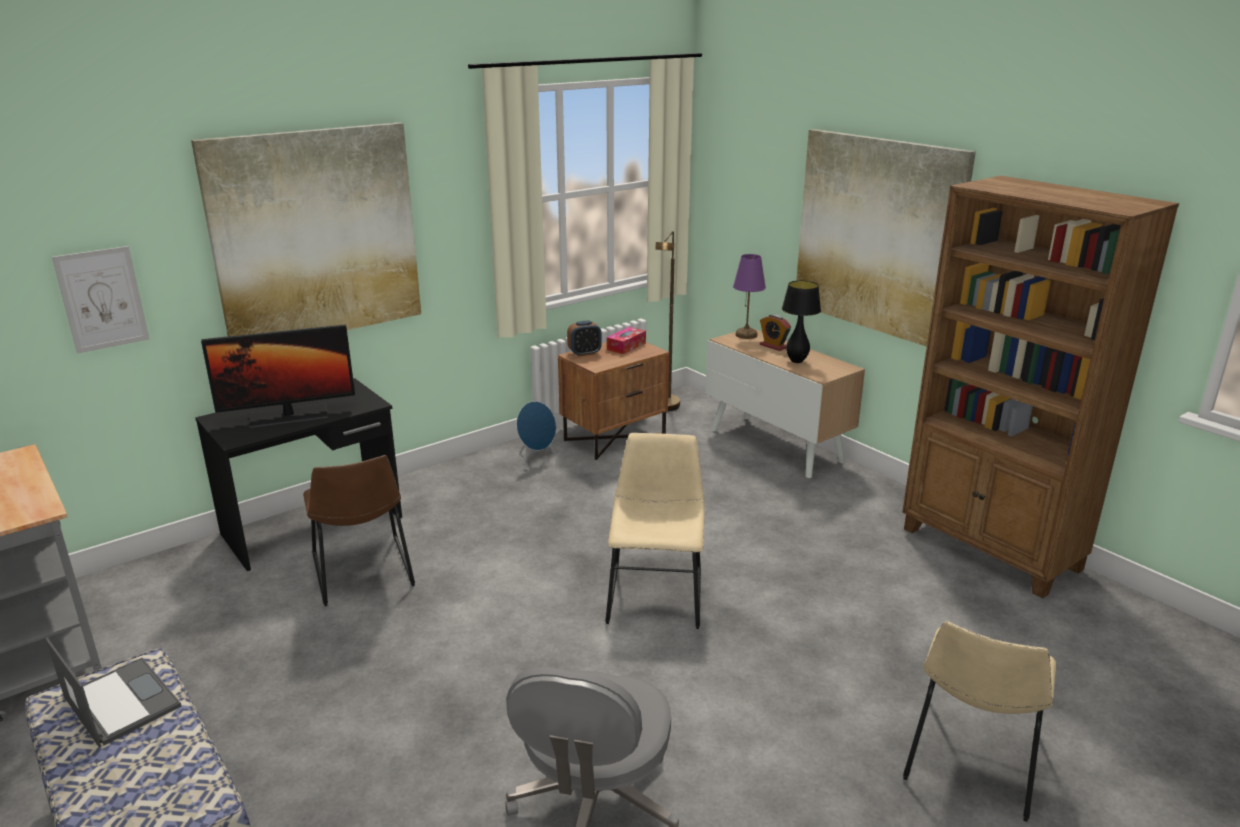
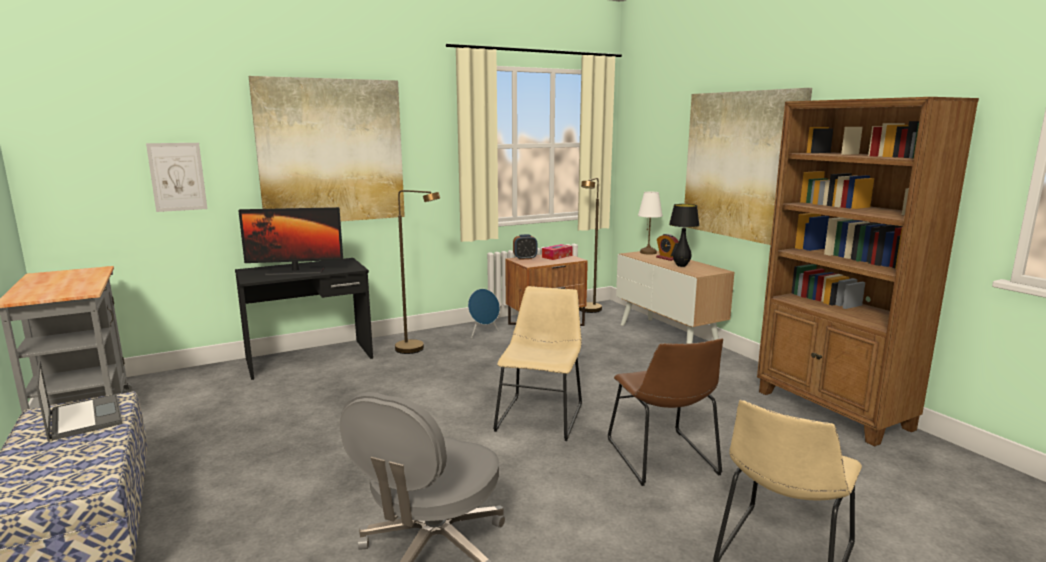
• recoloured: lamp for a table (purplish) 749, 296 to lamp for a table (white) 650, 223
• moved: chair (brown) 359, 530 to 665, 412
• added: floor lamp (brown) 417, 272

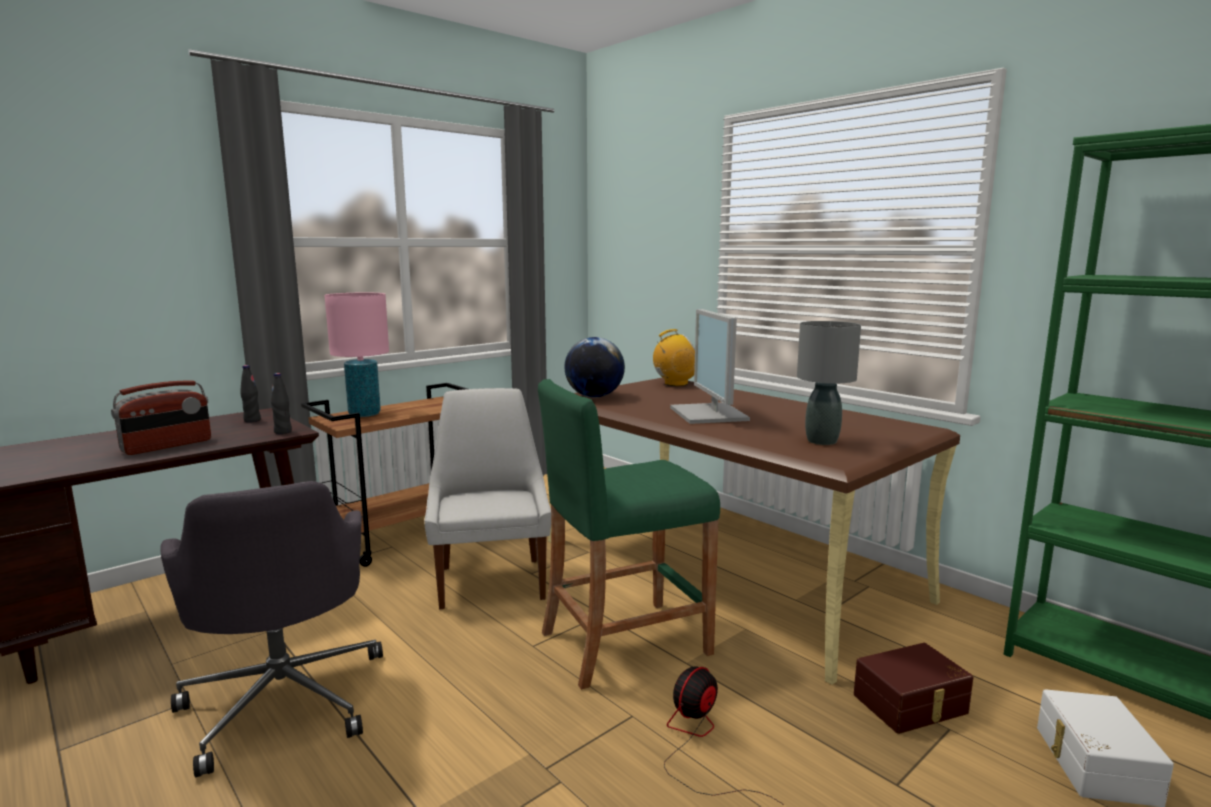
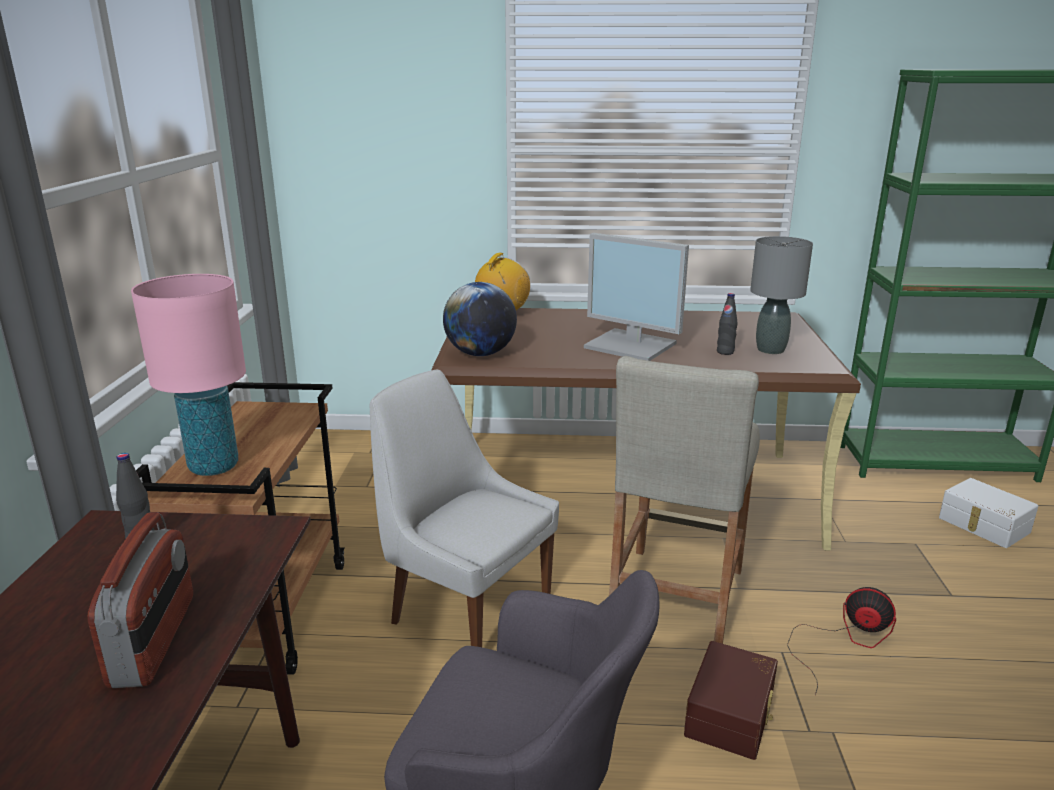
• moved: drink bottle (blackish) 281, 403 to 727, 324
• recoloured: sitting stool (greenish) 629, 534 to sitting stool (beige-coloured) 684, 500
• moved: storage container (brown) 913, 688 to 731, 700
• turned: electric fan 724, 735 = 841, 641 120 degrees clockwise

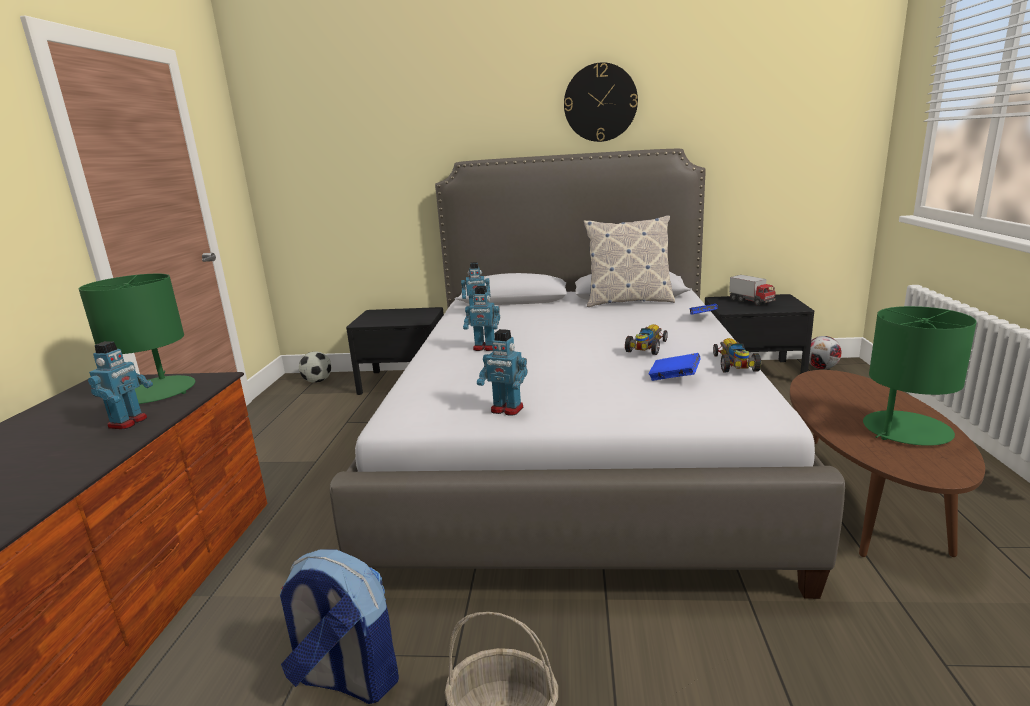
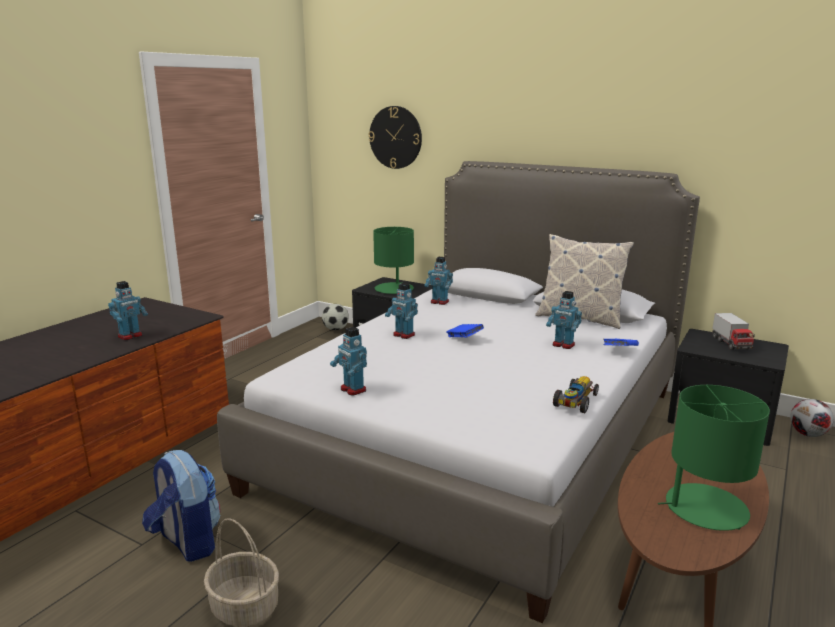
• moved: wall clock 601, 102 to 395, 137
• moved: lamp for a table (greenish) 137, 339 to 393, 260
• removed: toy car 646, 339
• moved: volume (blue-coloured) 675, 367 to 465, 331
• added: robot figure 564, 320

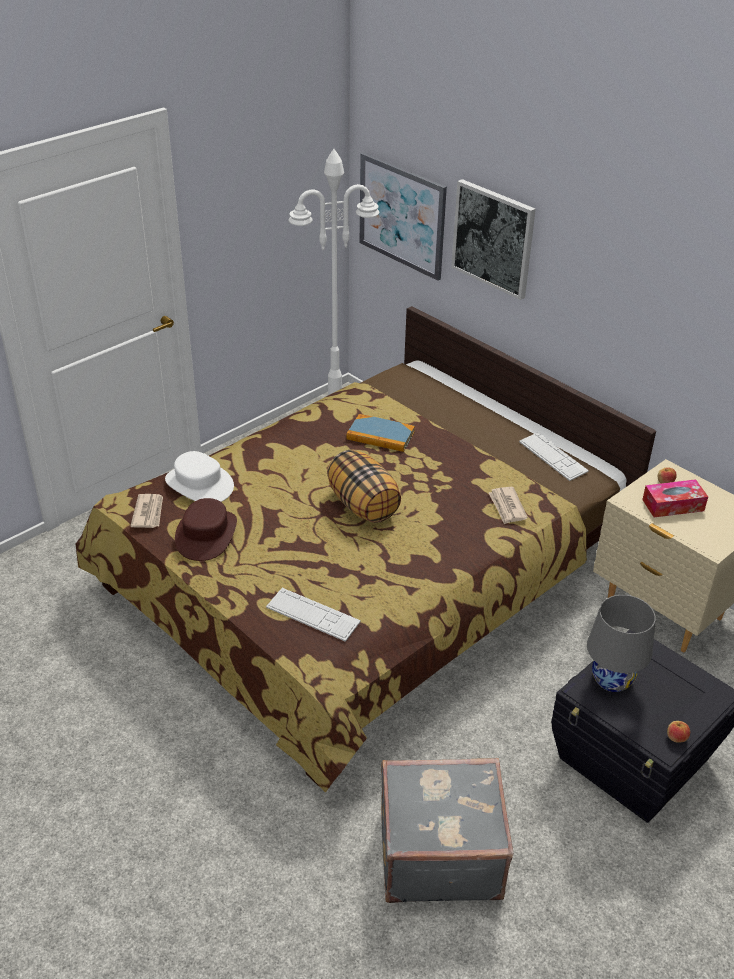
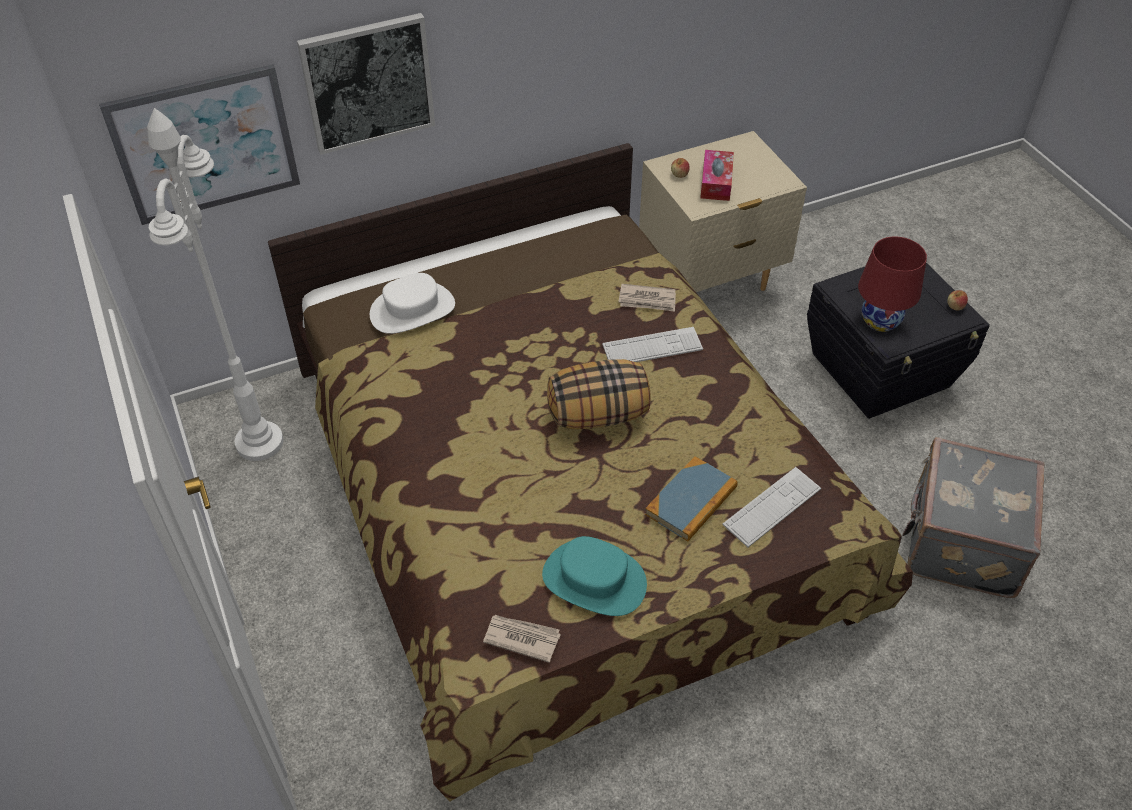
• moved: volume 381, 433 to 691, 499
• moved: keyboard 554, 456 to 652, 344
• moved: wearable hat (white) 199, 476 to 412, 303
• recoloured: wearable hat (brown) 206, 529 to wearable hat (blue-green) 594, 576
• recoloured: lamp for a table (greyish) 621, 643 to lamp for a table (red) 892, 284

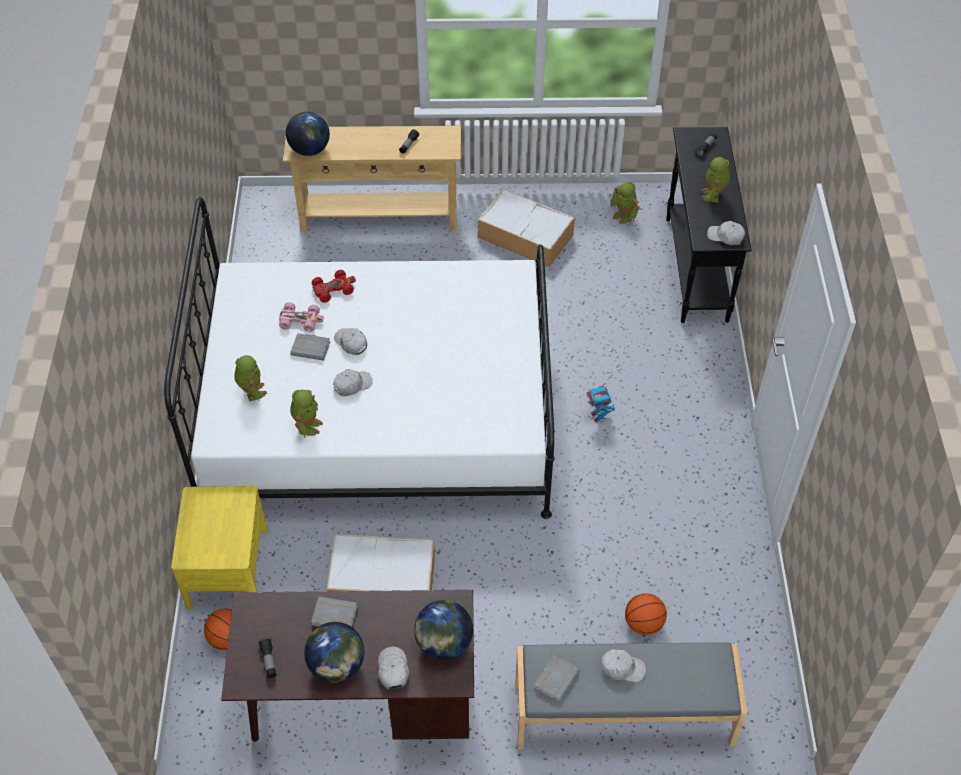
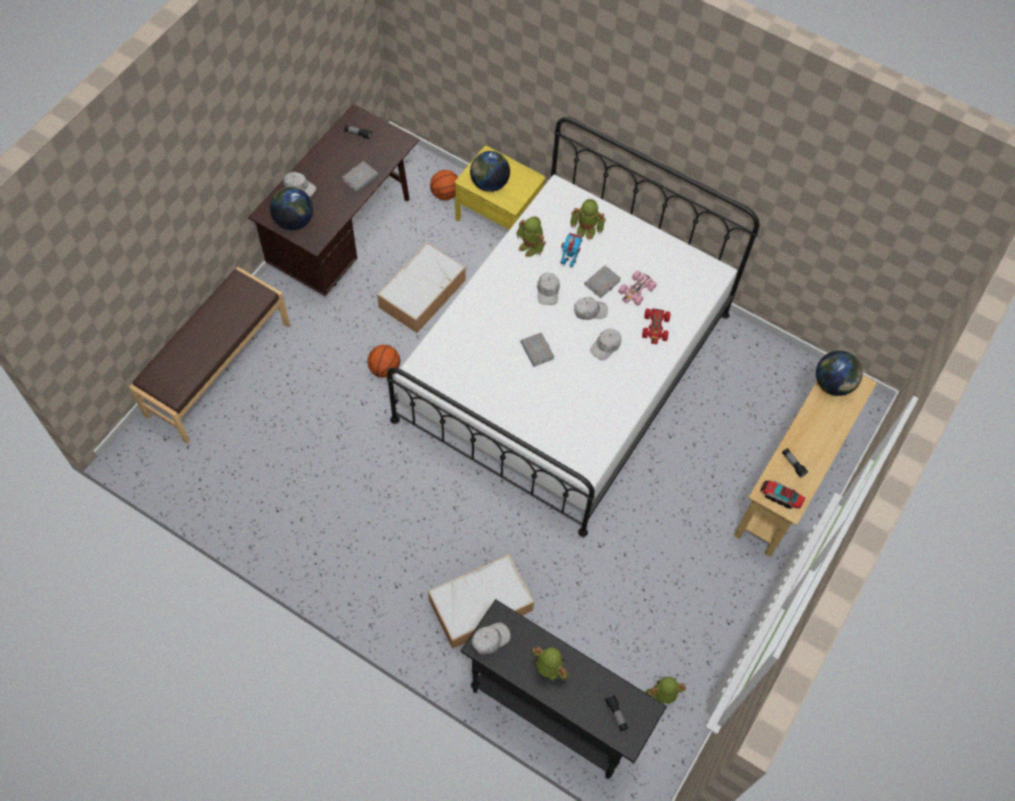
• moved: storage container 526, 228 to 481, 601
• moved: robot figure 600, 401 to 571, 251
• moved: ball for basketball 646, 614 to 383, 361
• moved: globe 334, 652 to 490, 171
• recoloured: long seat (greyish) 631, 696 to long seat (brown) 209, 355
• moved: peaked cap (white) 624, 665 to 605, 345
• moved: volume (greyish) 557, 679 to 537, 349
• added: toy truck 783, 495

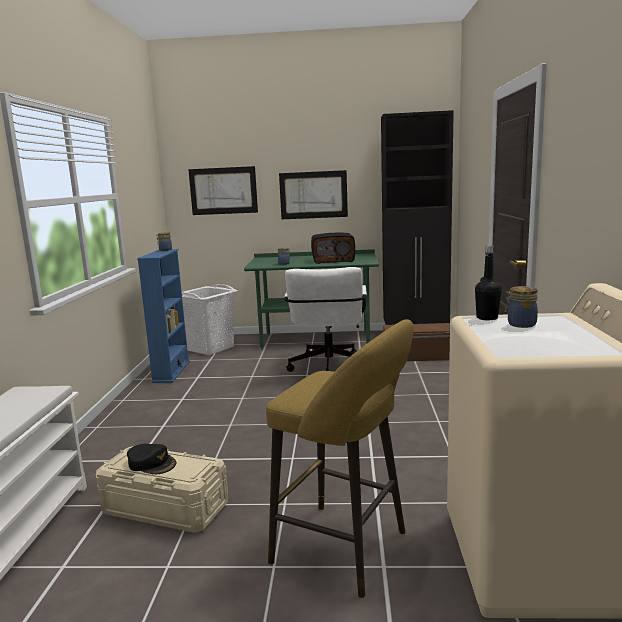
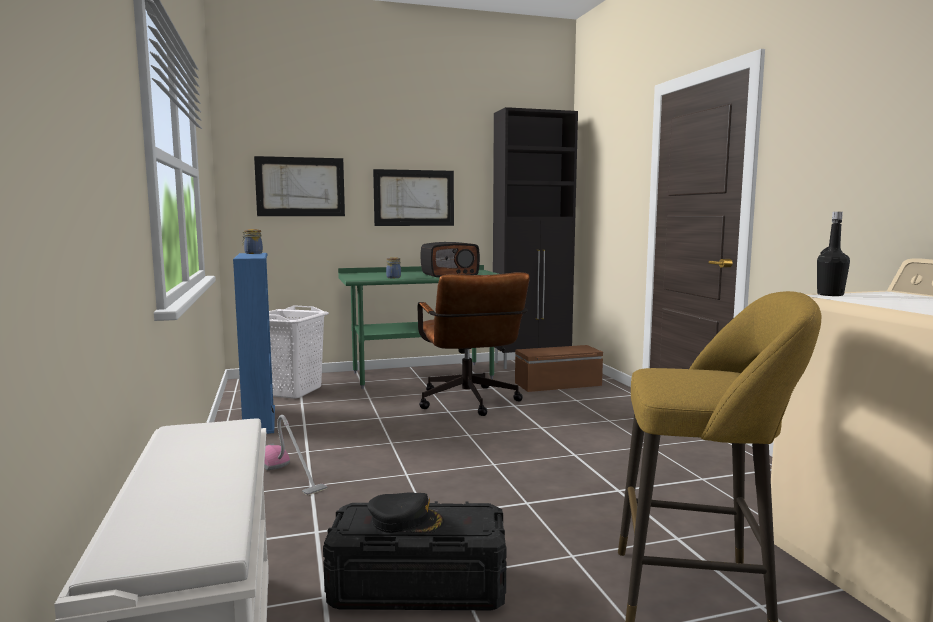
• recoloured: office chair (white) 325, 319 to office chair (brown) 474, 344
• removed: storage jar 521, 307
• recoloured: storage container (beige-coloured) 162, 489 to storage container (blackish) 415, 555
• added: vacuum cleaner 295, 455

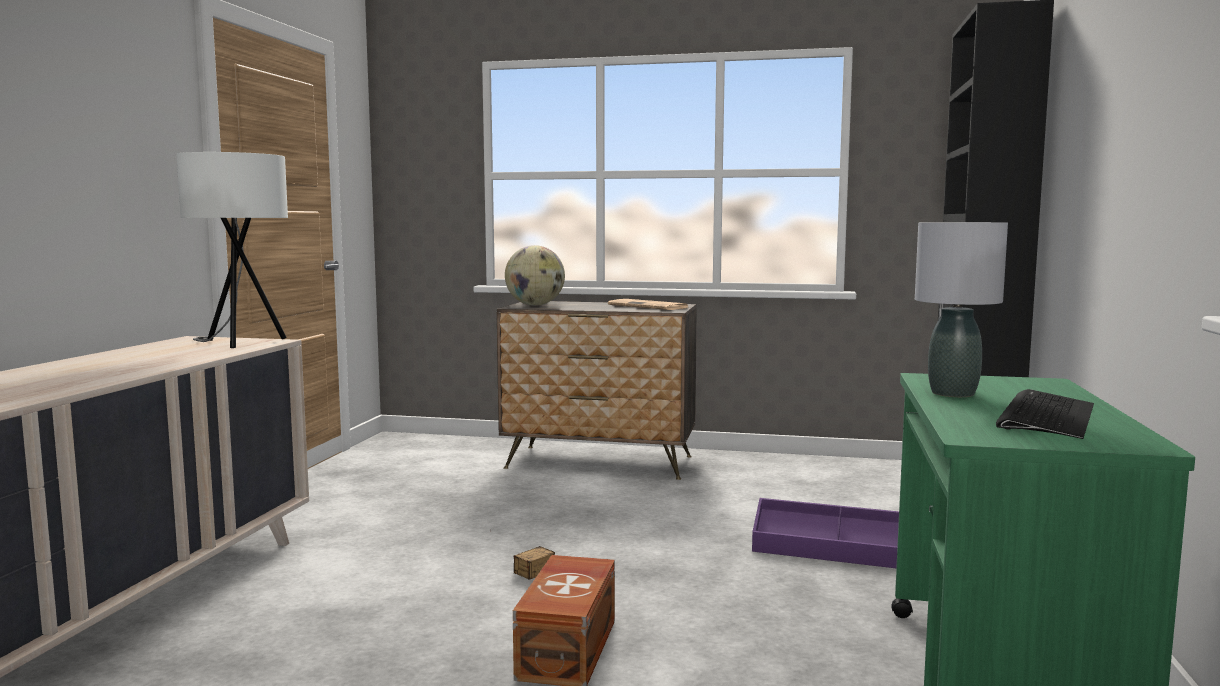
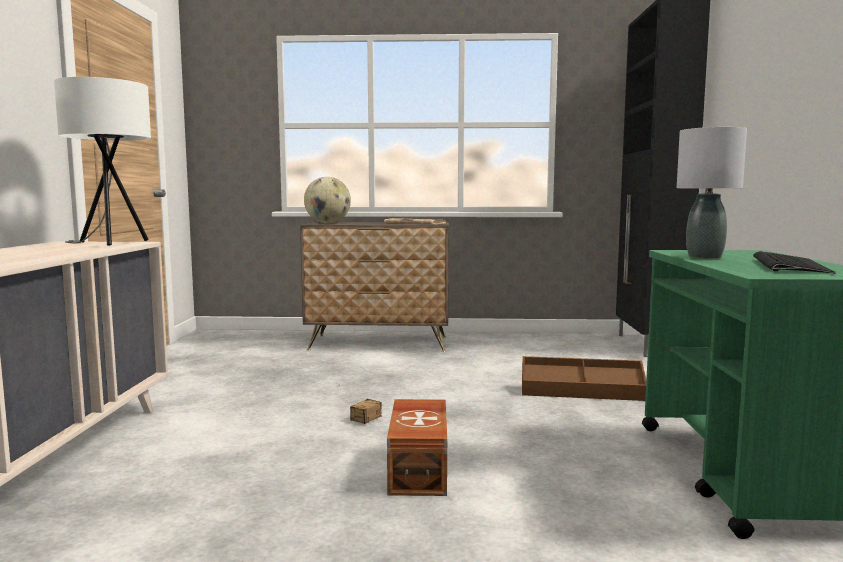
• recoloured: storage container (purplish) 825, 533 to storage container (brown) 584, 378

